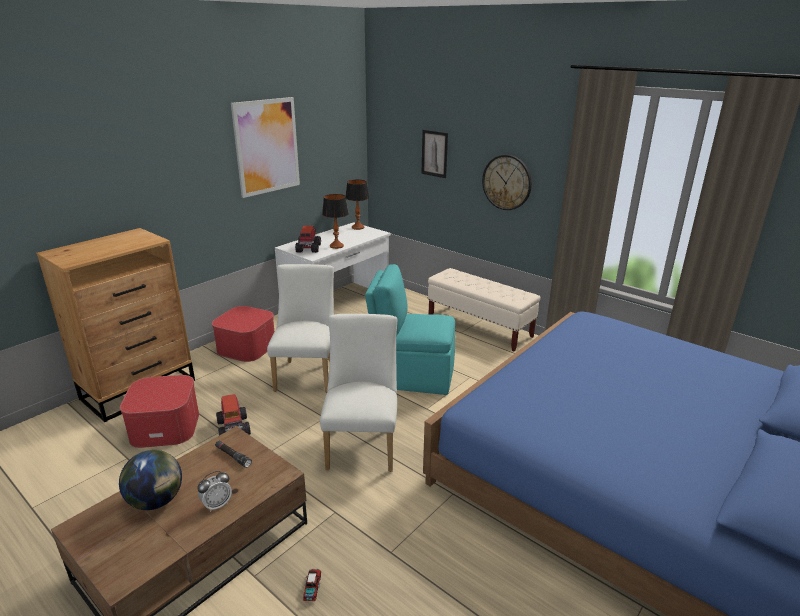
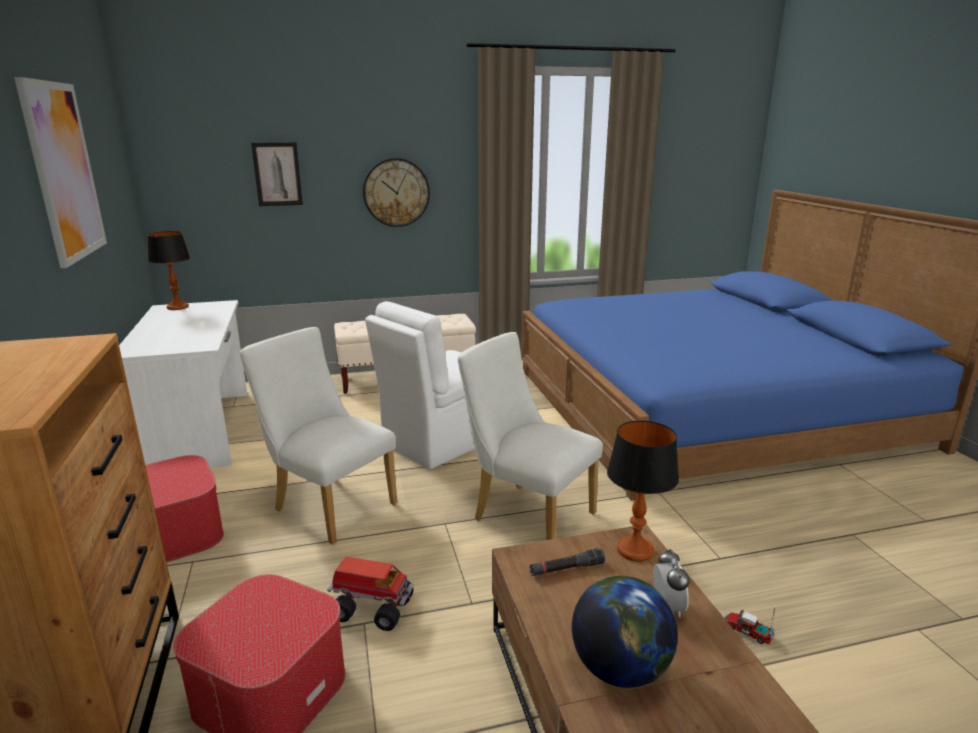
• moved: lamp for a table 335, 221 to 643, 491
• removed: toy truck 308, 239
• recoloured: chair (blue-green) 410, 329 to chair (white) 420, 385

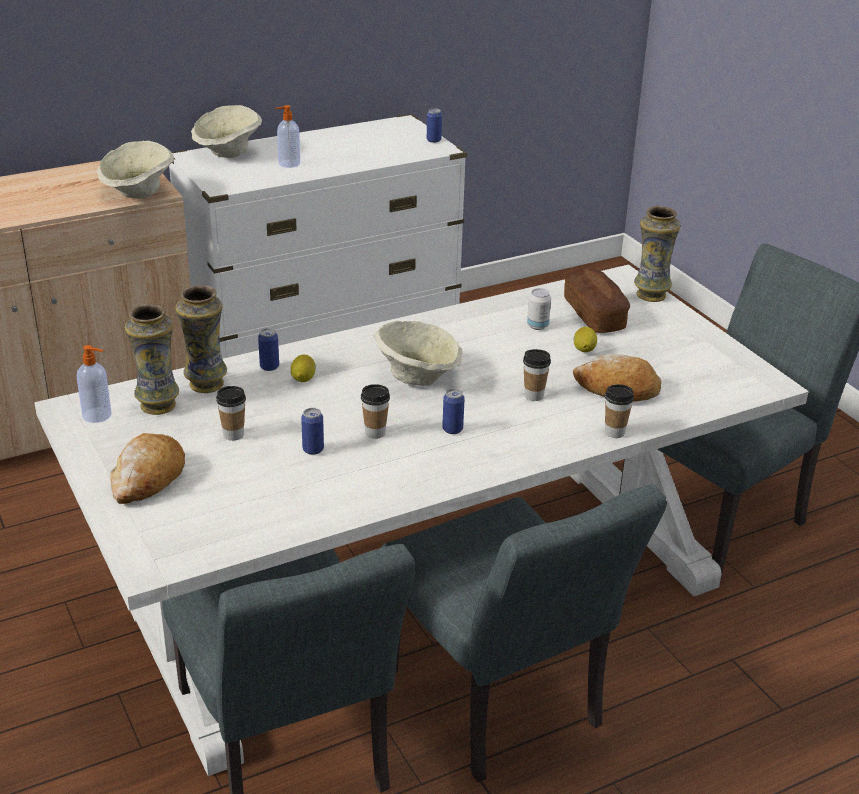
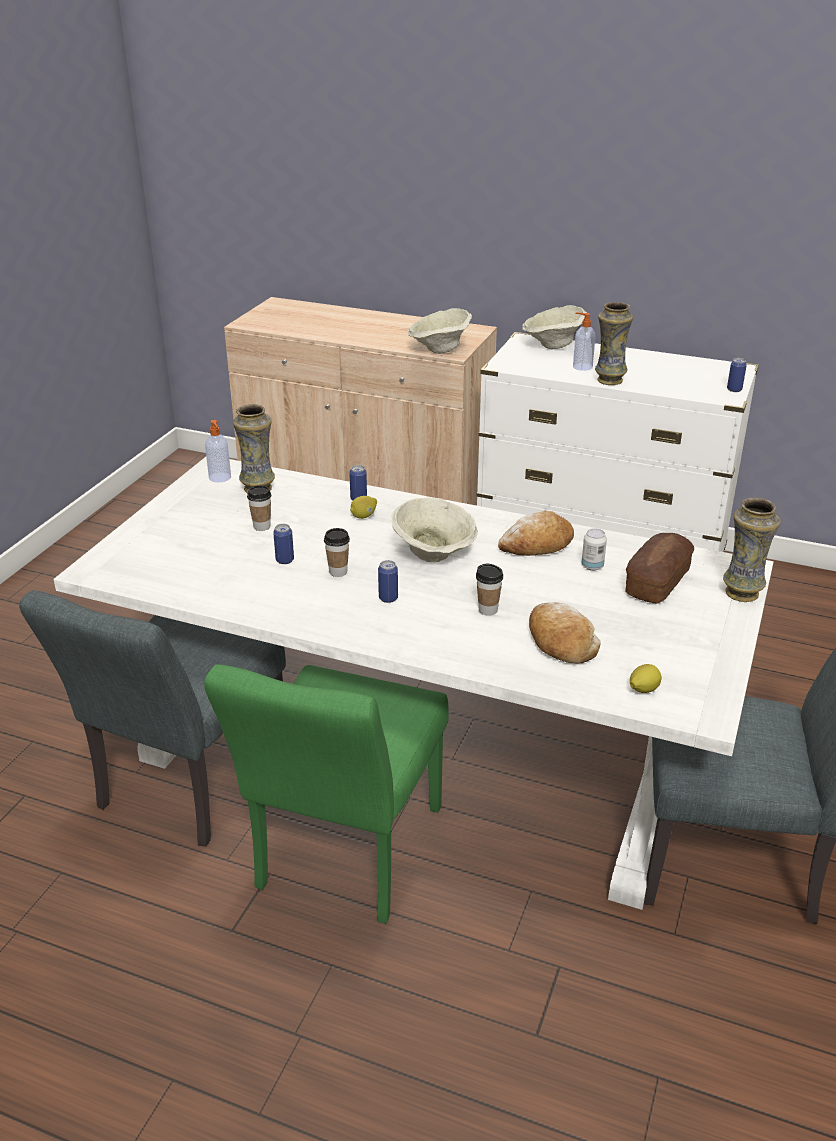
• moved: flower vase 201, 339 to 614, 343
• moved: lemon 585, 339 to 646, 678
• removed: cup 619, 411
• moved: bakery bread 147, 468 to 536, 533
• recoloured: chair (greyish) 524, 633 to chair (greenish) 326, 794

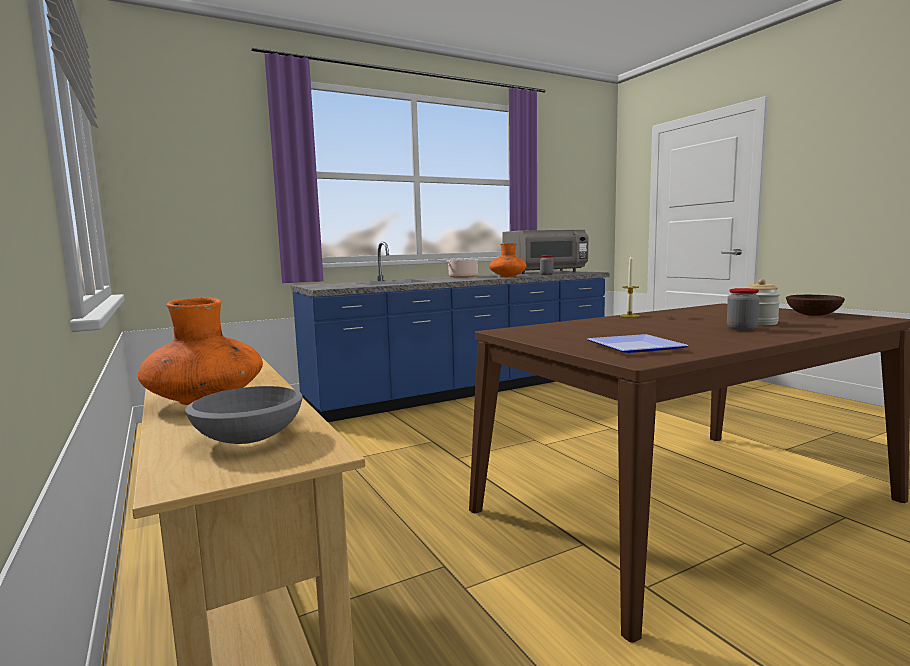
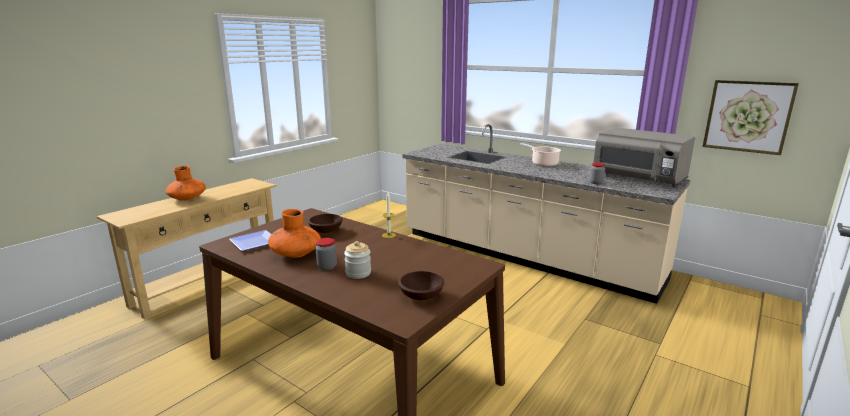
• recoloured: counter (blue-coloured) 450, 332 to counter (beige-coloured) 546, 214
• moved: flower vase (orangey) 508, 260 to 294, 233
• removed: serving bowl (greyish) 243, 415
• added: wall art 750, 117
• added: serving bowl (brown) 325, 223

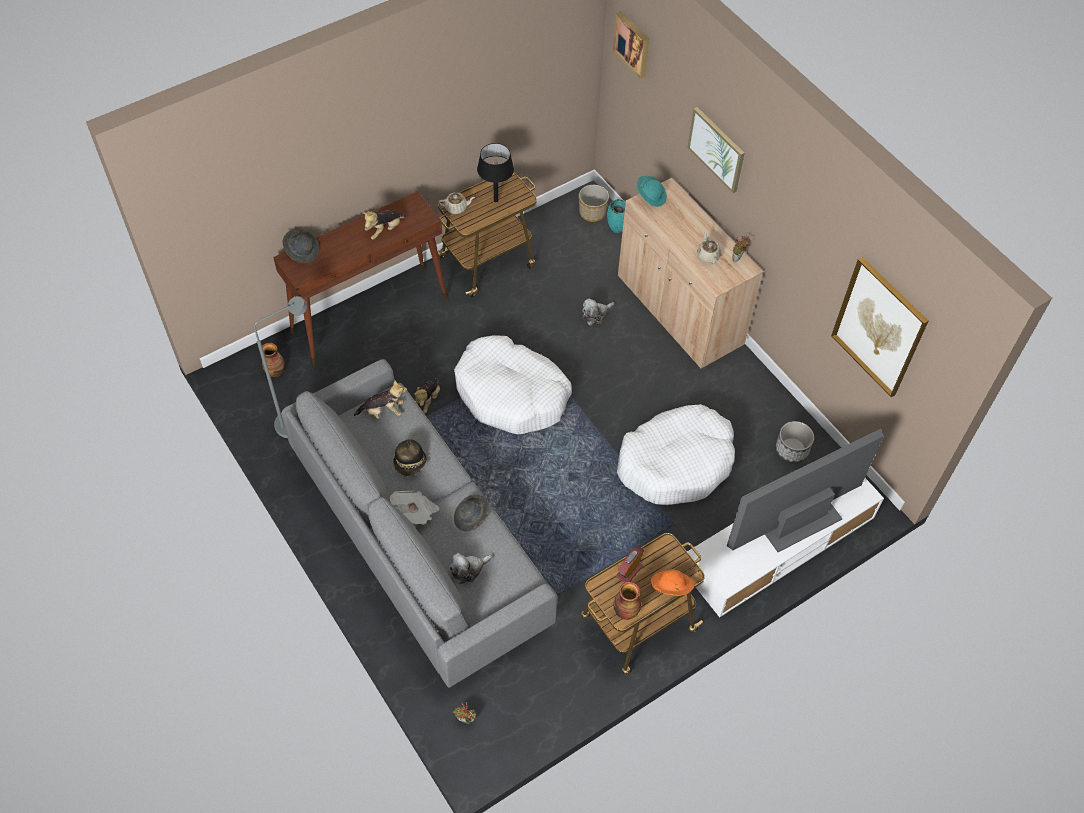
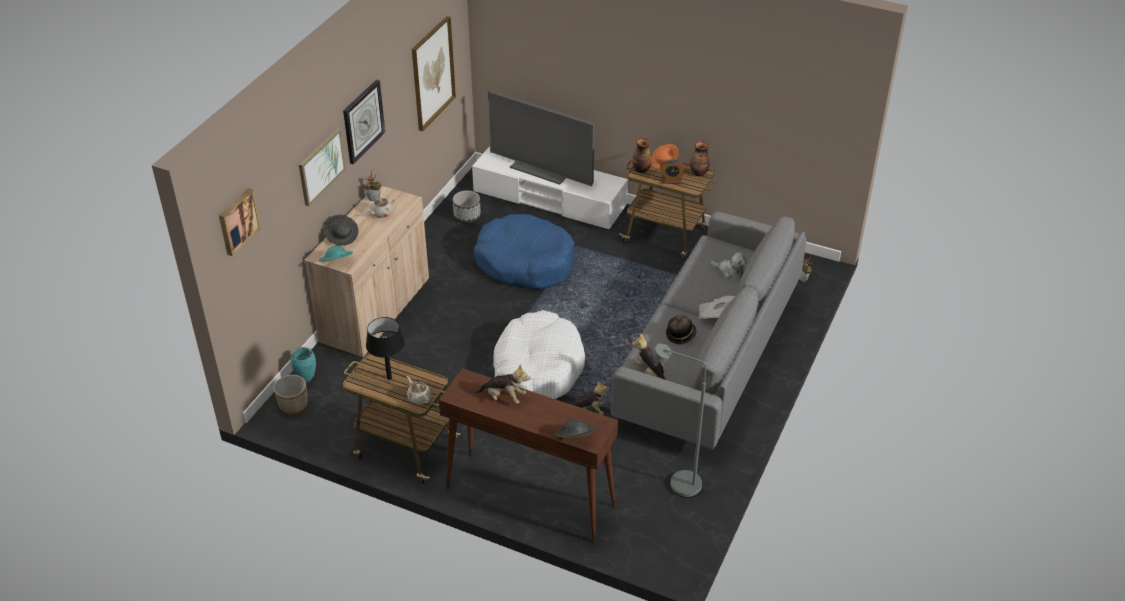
• removed: plush toy 599, 312
• moved: flower vase 273, 360 to 642, 155
• recoloured: pet bed (white) 676, 454 to pet bed (blue-coloured) 524, 252
• moved: wearable hat (greyish) 471, 513 to 341, 230
• added: wall clock 364, 122

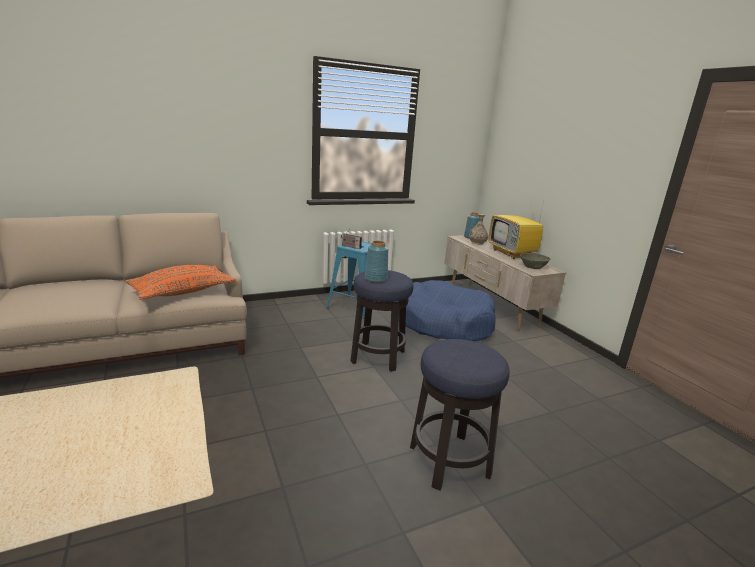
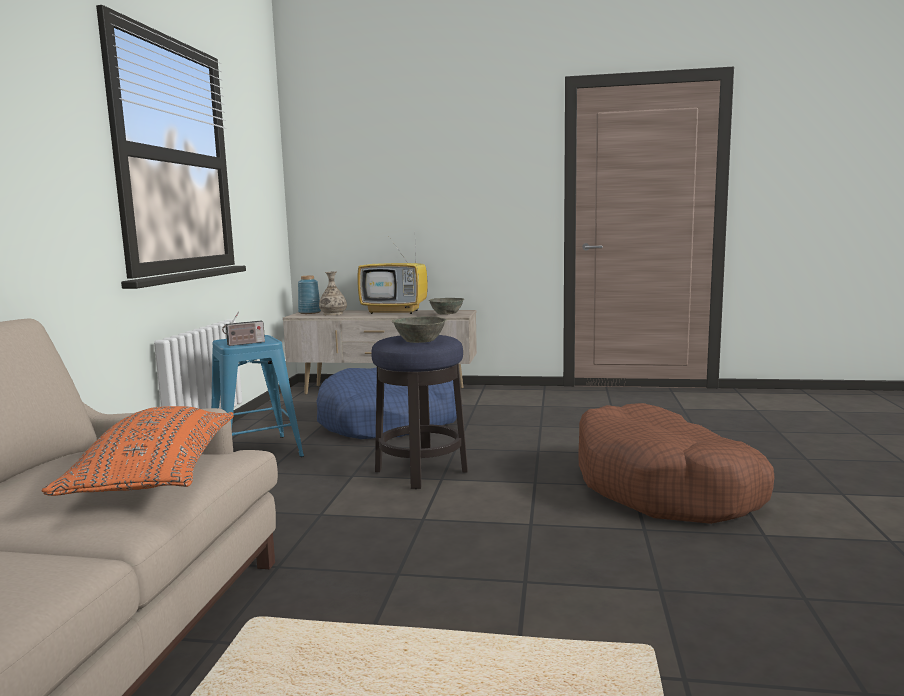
• replaced: flower vase (blue-coloured) 376, 261 to serving bowl (greyish) 419, 329
• replaced: sitting stool 460, 415 to pet bed (brown) 676, 463

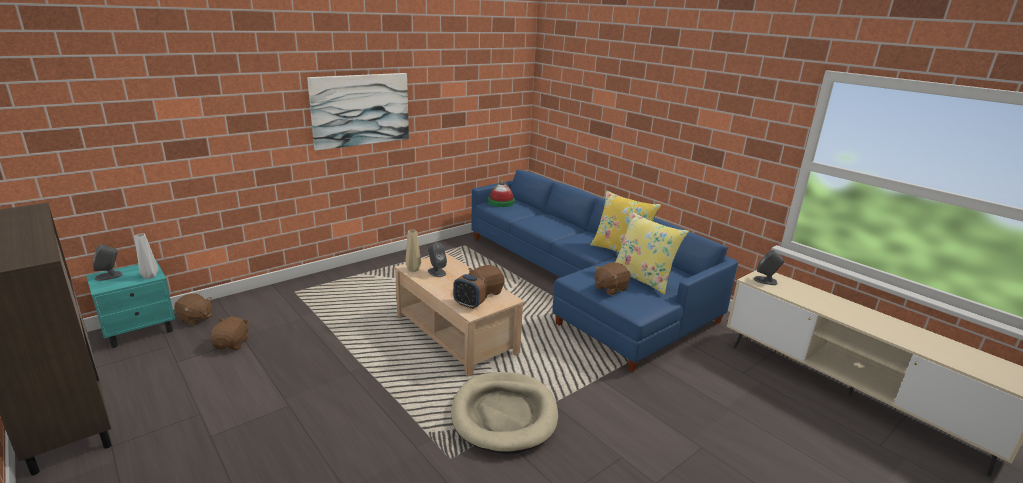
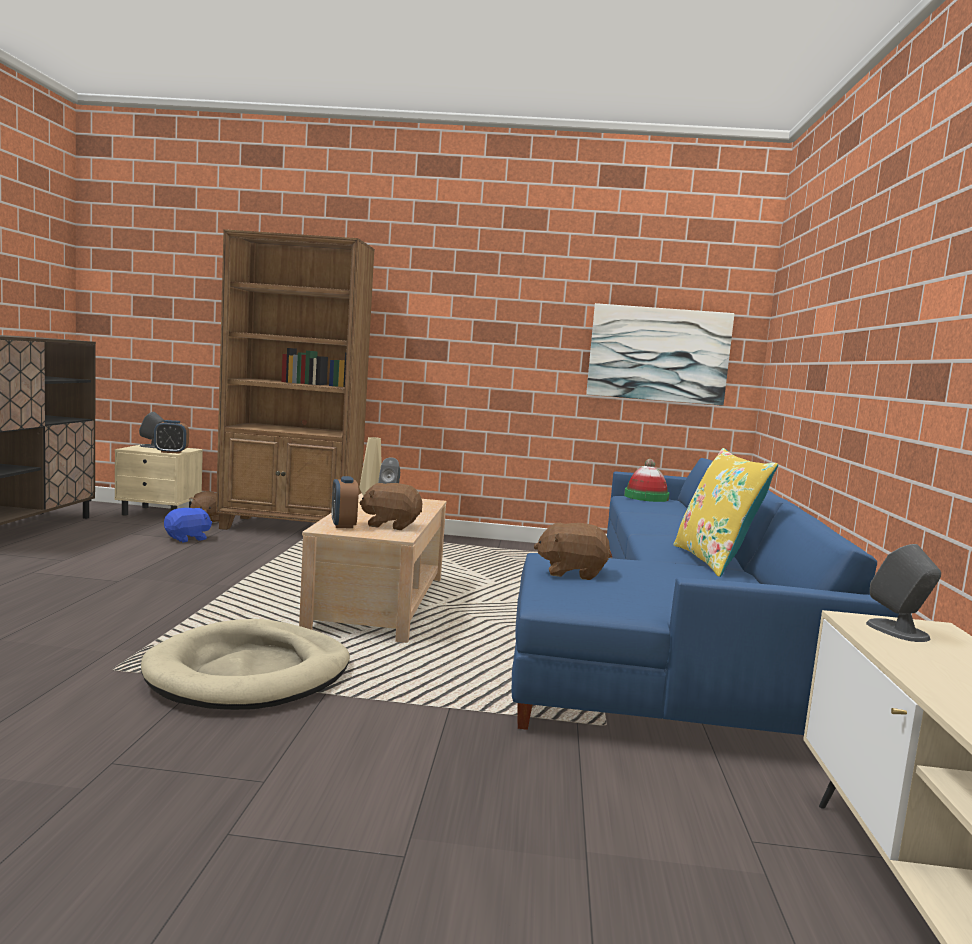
• moved: wall art 358, 112 to 660, 354
• removed: cushion (yellowish) 652, 253
• replaced: flower vase (greyish) 146, 256 to bedside clock 171, 437
• recoloured: night table (blue-green) 130, 304 to night table (beige-coloured) 158, 480
• recoloured: plush toy (brown) 230, 333 to plush toy (blue-coloured) 188, 525
• added: shelving unit (brown) 295, 379

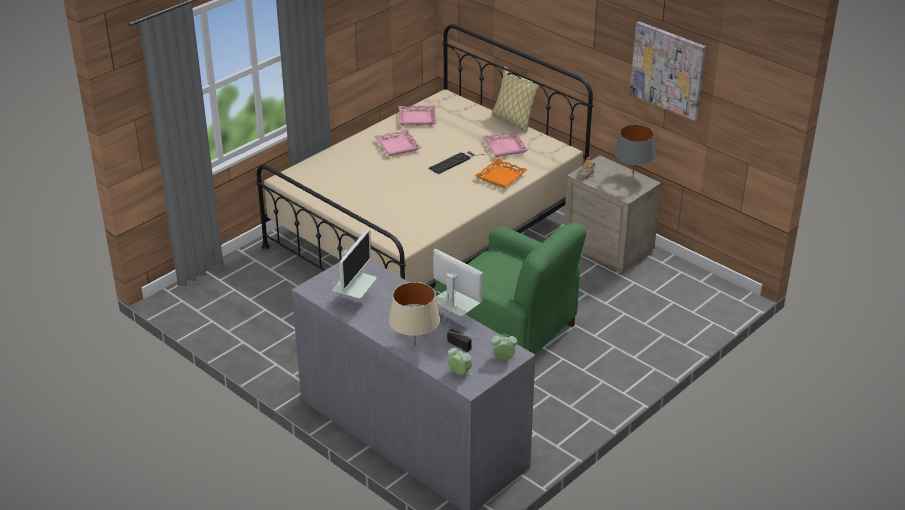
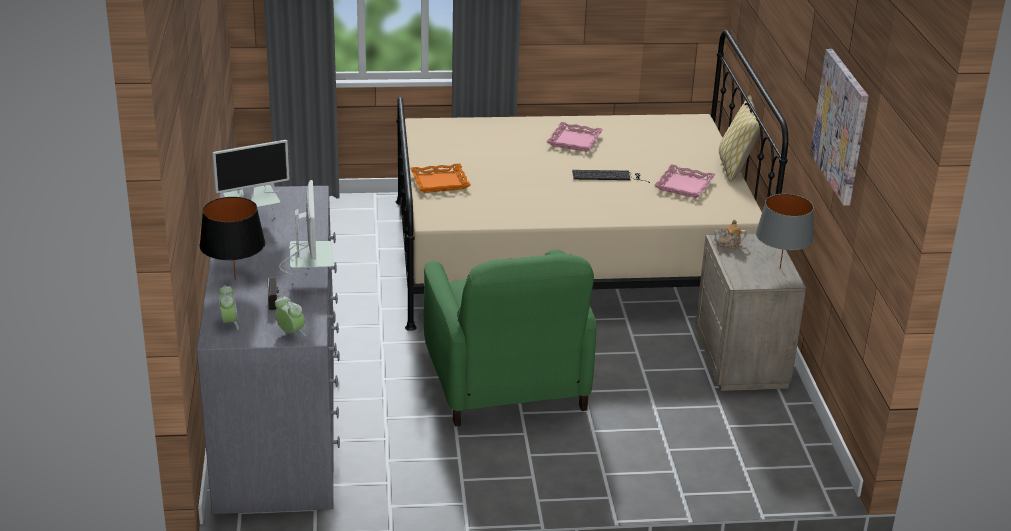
• removed: serving tray (pink) 417, 115
• moved: serving tray (orangey) 501, 173 to 440, 178
• recoloured: lamp for a table (beige-coloured) 414, 311 to lamp for a table (blackish) 232, 239

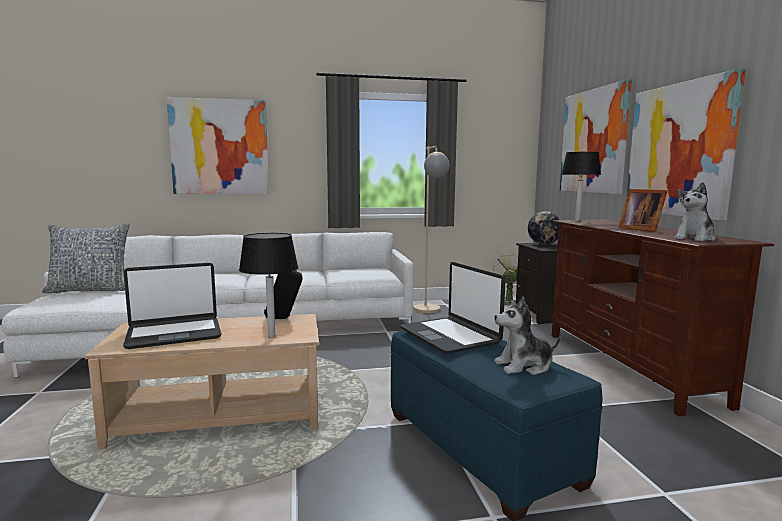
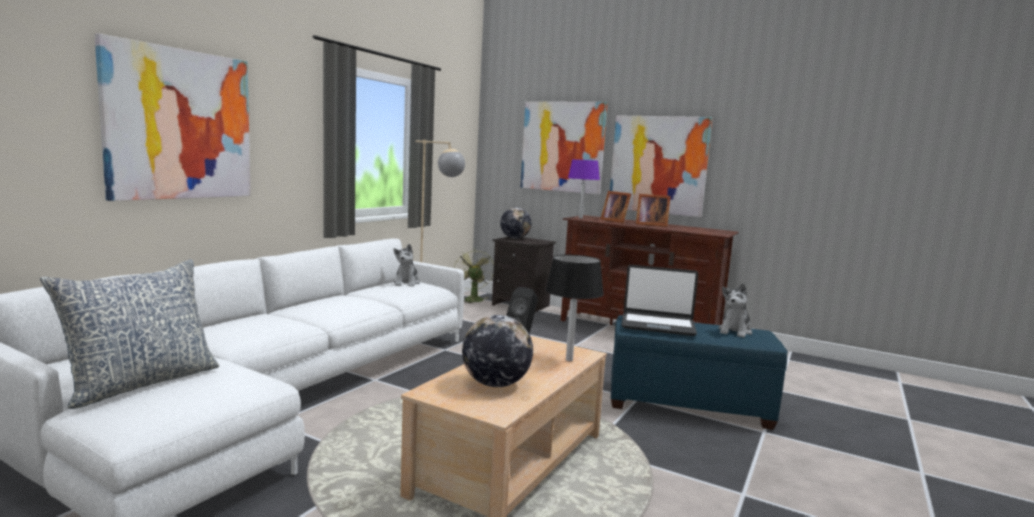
• recoloured: lamp for a table (blackish) 581, 186 to lamp for a table (purplish) 584, 188
• moved: plush toy 695, 211 to 407, 265
• replaced: portable computer 172, 306 to globe 497, 351
• added: standing frame 615, 207

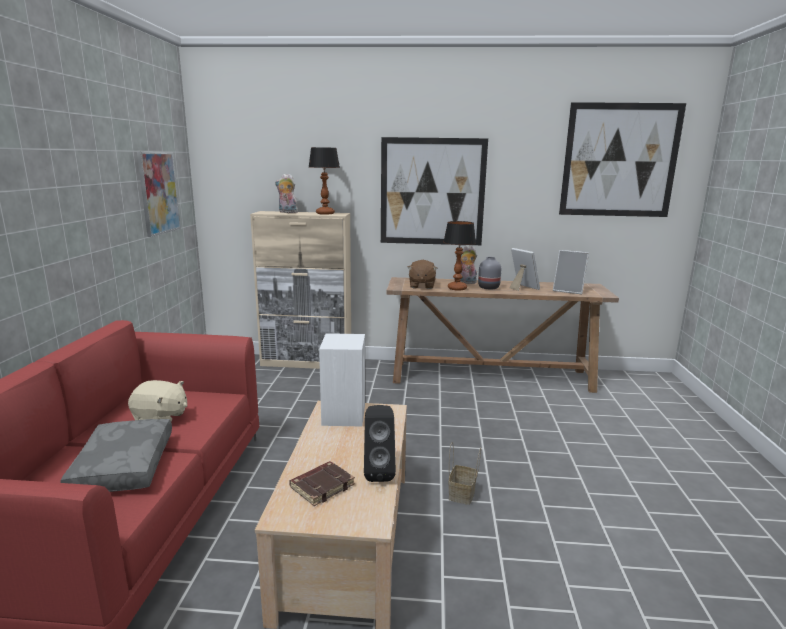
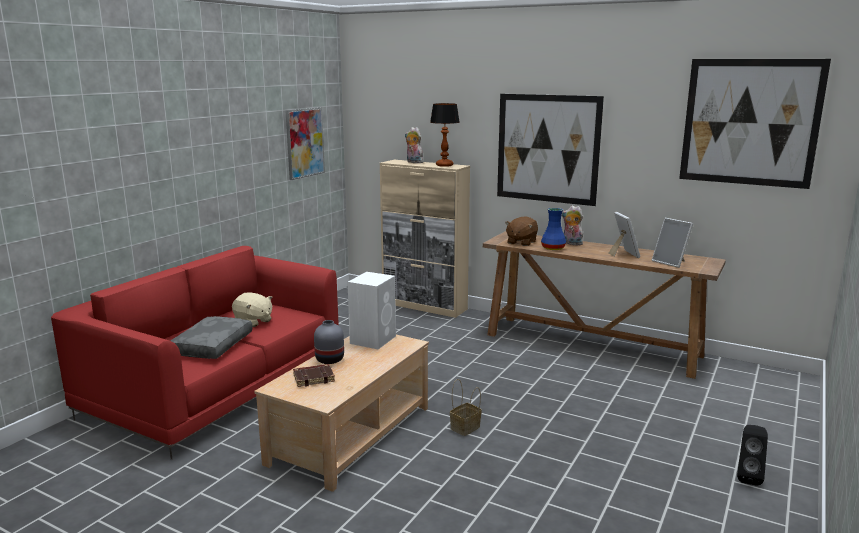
• replaced: lamp for a table 459, 256 to flower vase (blue-coloured) 553, 229
• moved: flower vase (greyish) 489, 273 to 329, 342
• moved: speaker (blackish) 380, 443 to 752, 455

